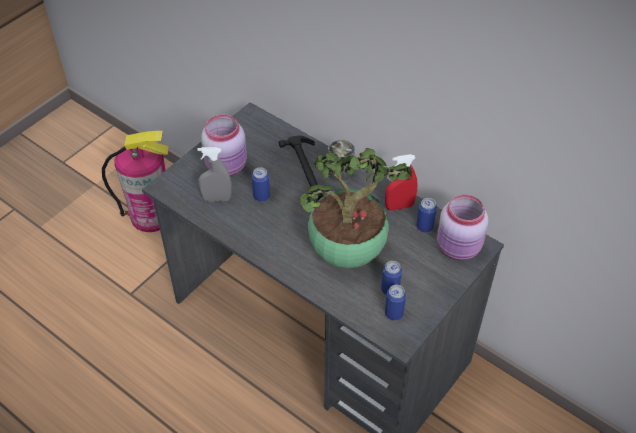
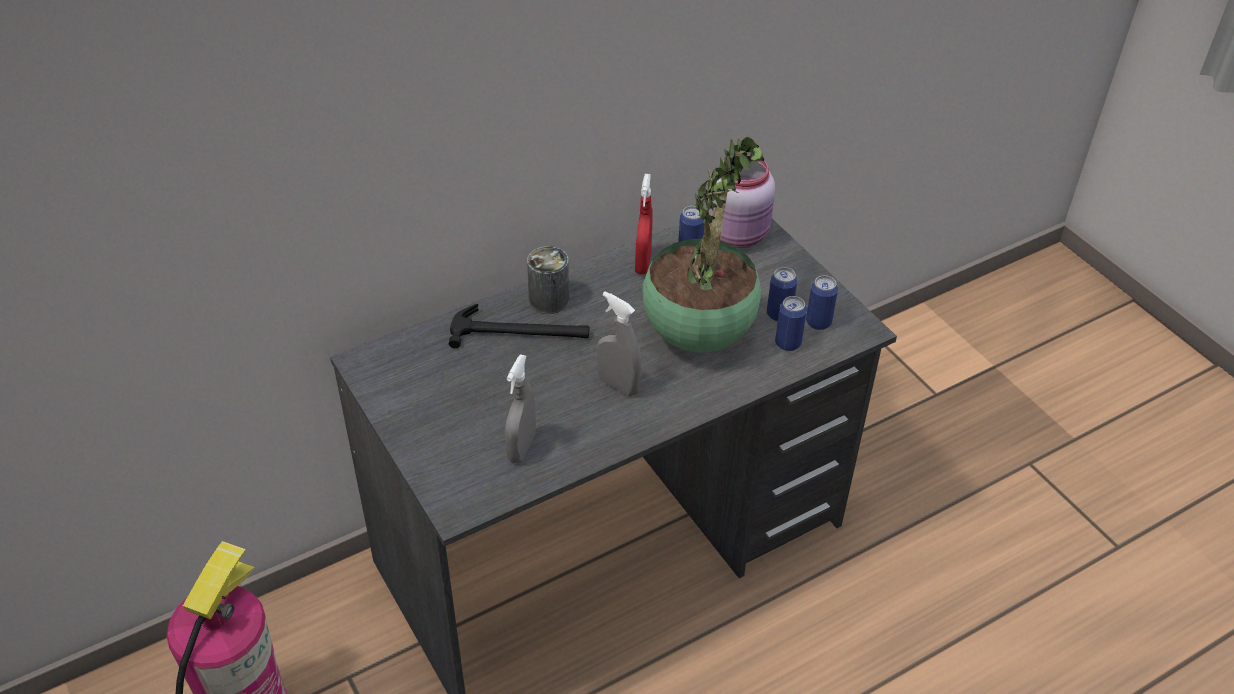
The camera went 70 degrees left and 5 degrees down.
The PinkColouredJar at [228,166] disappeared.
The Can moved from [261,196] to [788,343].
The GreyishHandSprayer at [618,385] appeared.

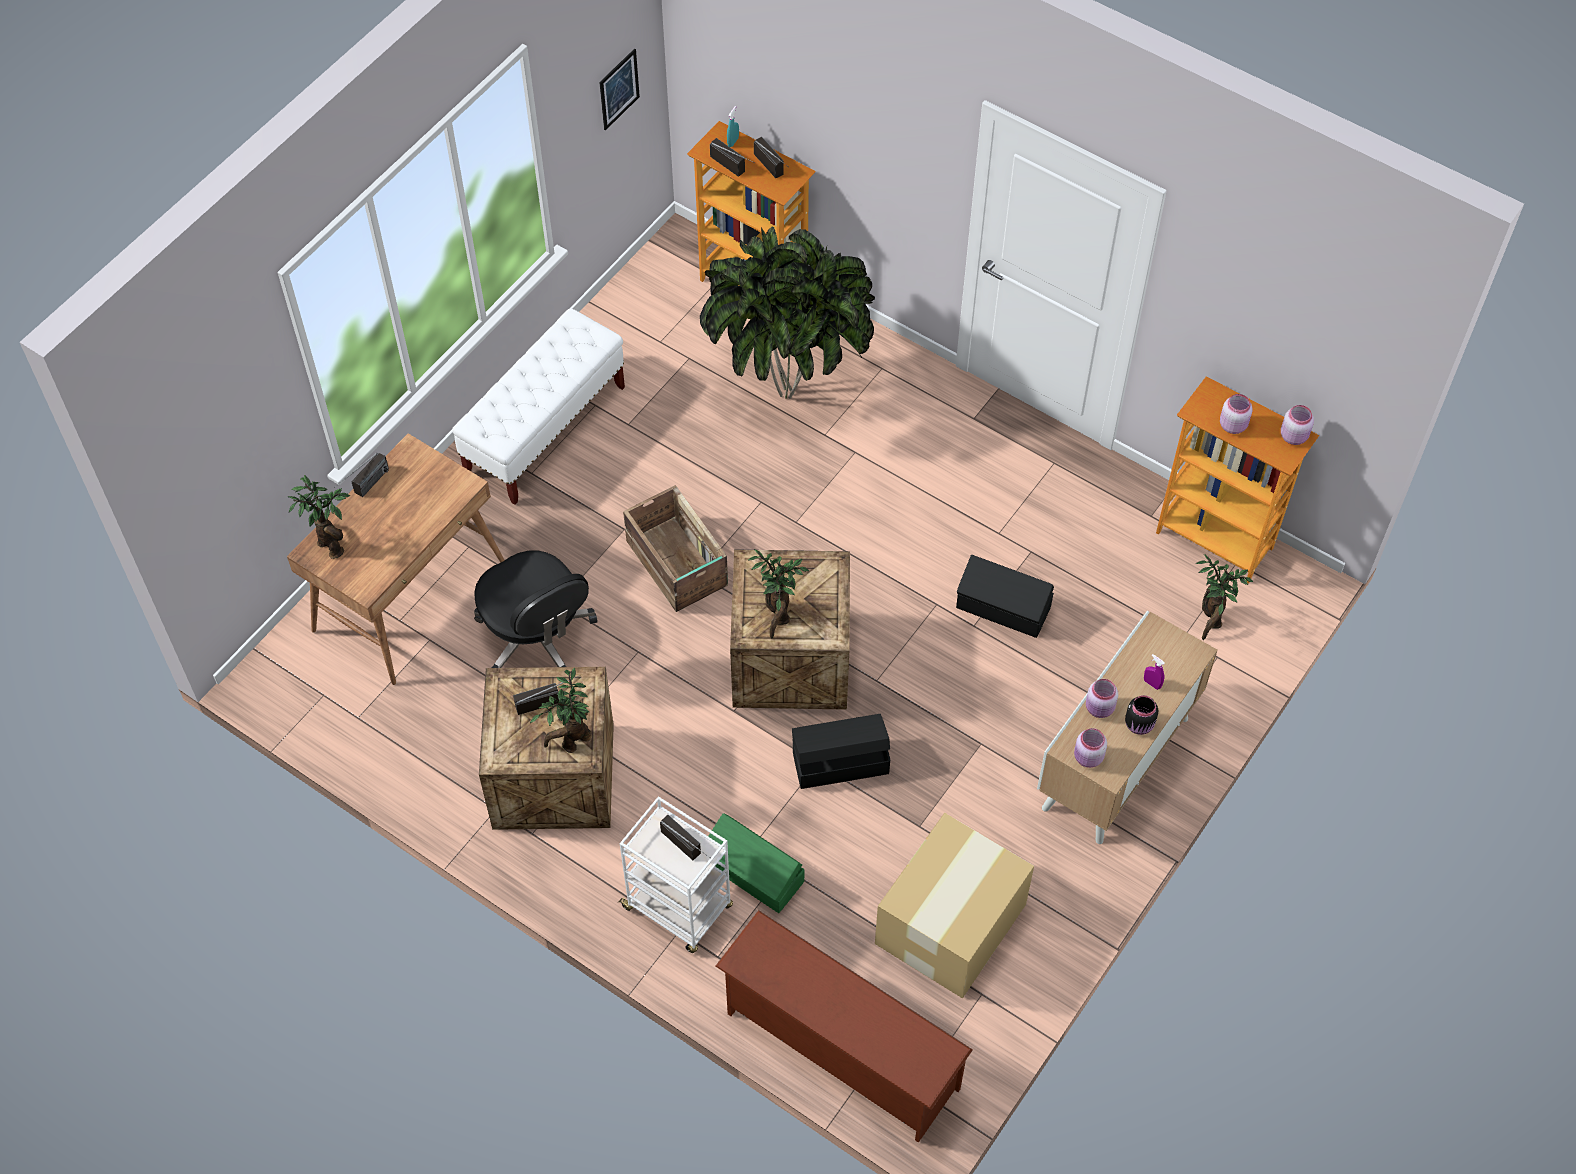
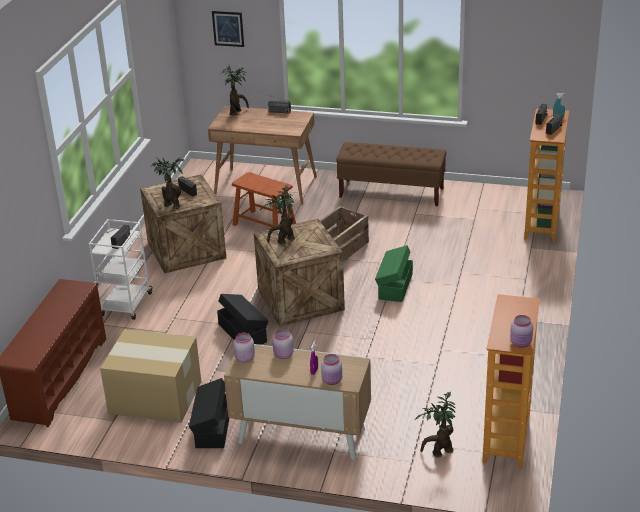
The camera went 70 degrees right and 25 degrees down.
The WhiteColouredLongSeat at [545,430] became the BrownColouredLongSeat at [391,193].
The BlackishComputerChair at [537,638] was replaced by the BrownColouredStool at [264,224].
The Picture moved from [619,89] to [228,28].
The Houseplant at [788,396] disappeared.
The GreenColouredStorageBin moved from [754,874] to [394,286].
The BlackishStorageBin moved from [1003,609] to [212,428].
The BlackishJar at [1140,725] disappeared.
The PinkColouredJar moved from [1233,425] to [332,380].

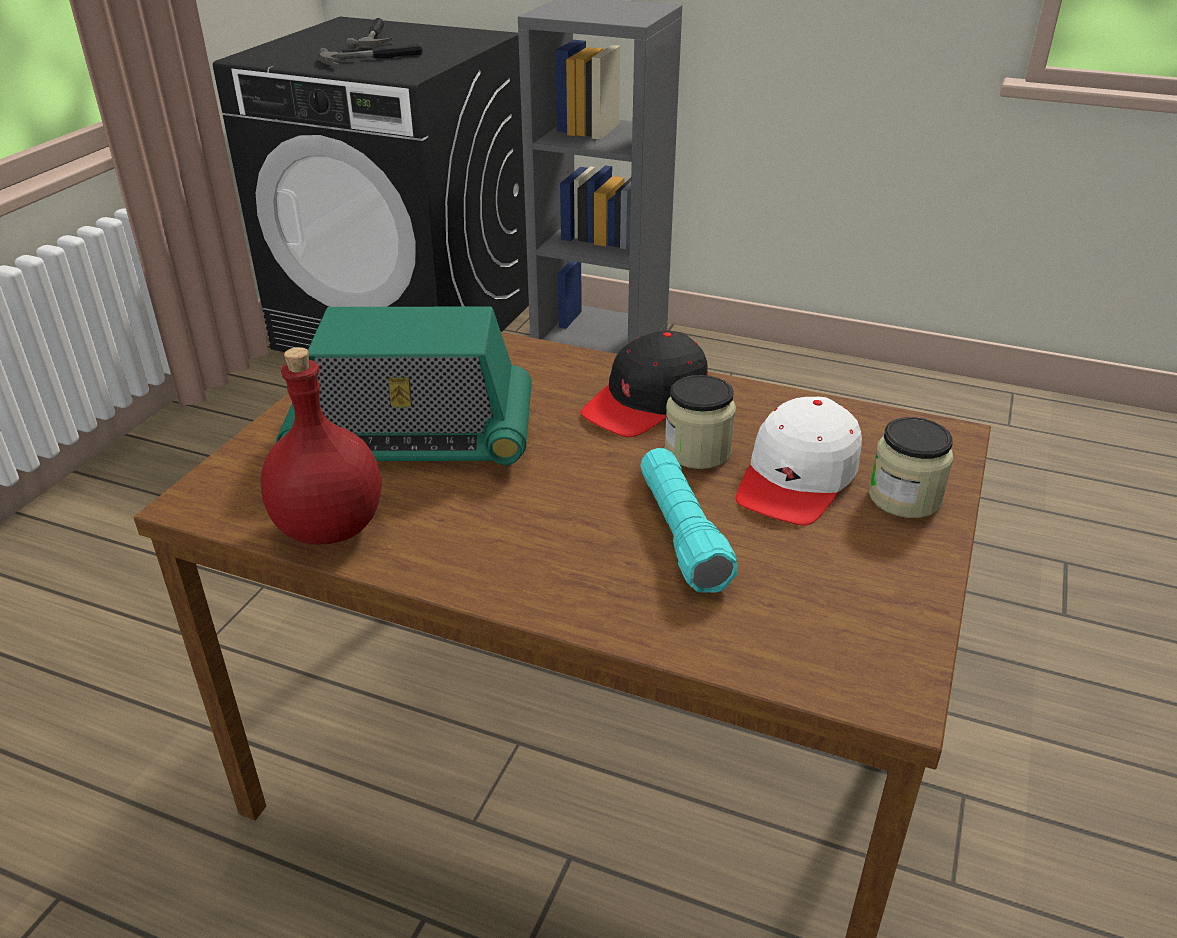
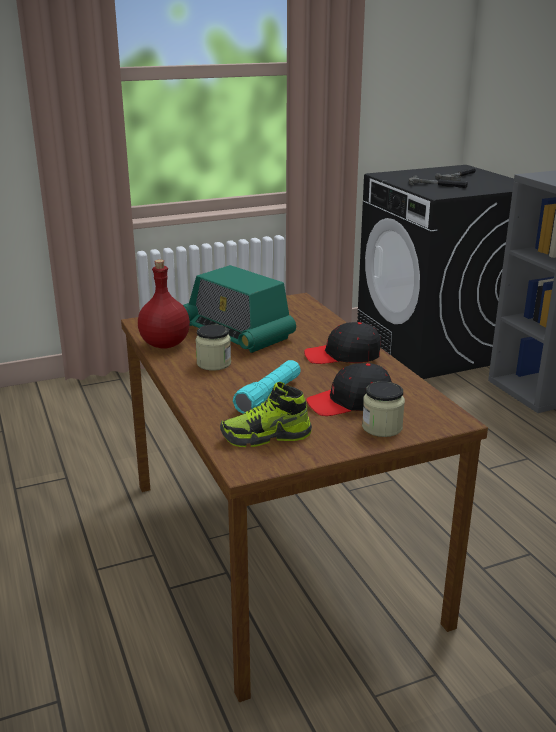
The camera went 45 degrees right and 10 degrees down.
The Jar moved from [697,451] to [214,363].
The WhiteColouredCap at [797,479] became the BlackishCap at [350,402].
The ItemOfFootwear at [266,437] appeared.

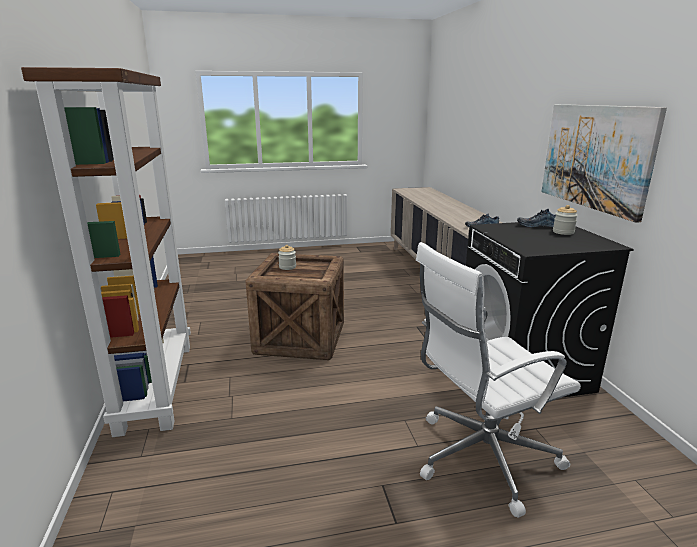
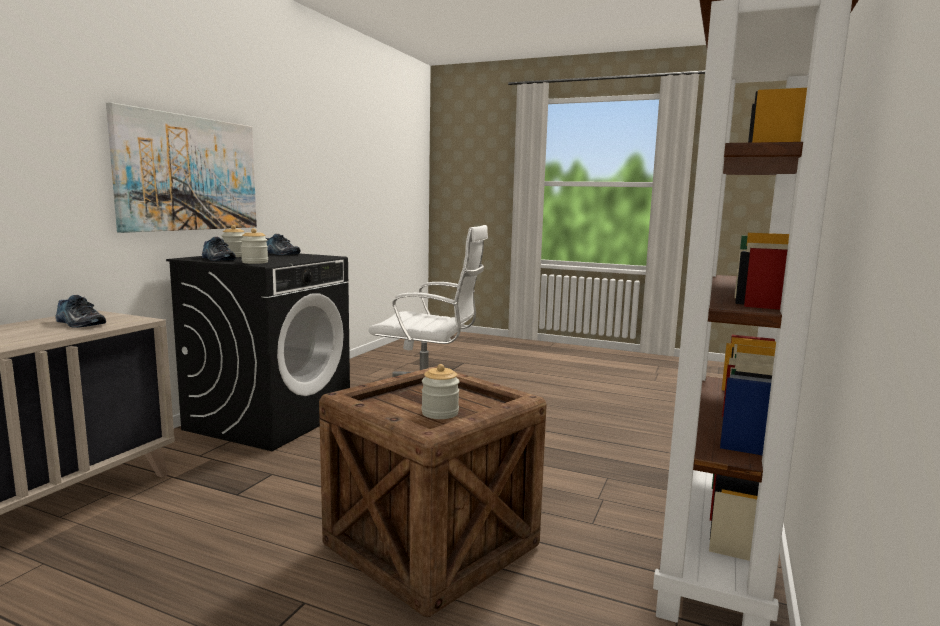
The camera went 145 degrees left and 10 degrees down.
The Jar at [255,262] appeared.
The ItemOfFootwear at [279,254] appeared.

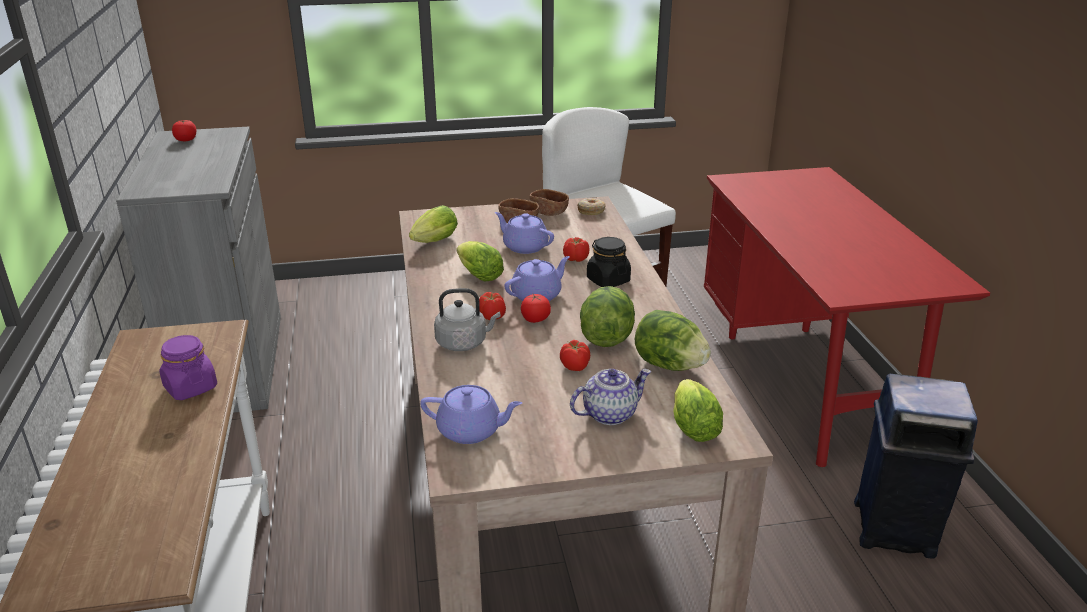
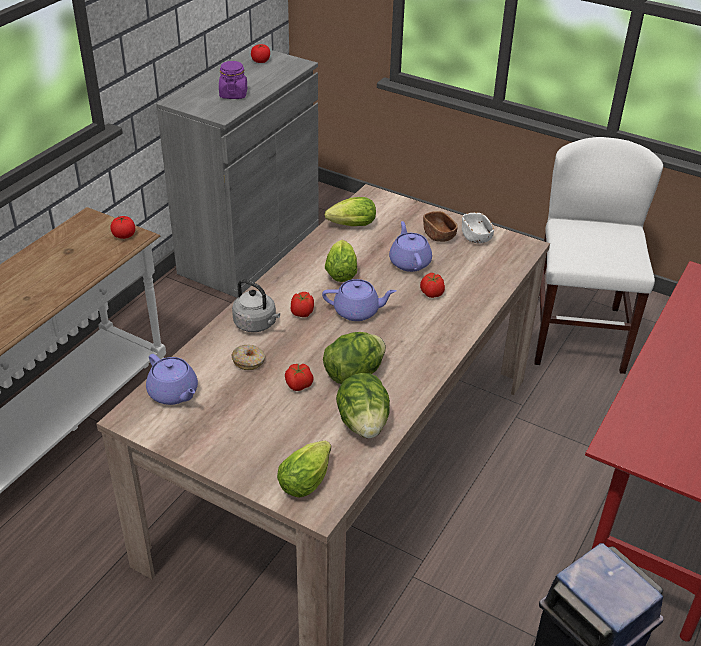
The camera went 40 degrees right and 10 degrees up.
The PurpleJar moved from [190,387] to [233,94].
The WholeTomato moved from [535,319] to [124,236].
The BrownColouredBowl at [549,212] became the WhiteColouredBowl at [476,237].
The Teapot at [609,413] disappeared.
The Doughnut moved from [591,211] to [249,361].
The BlackishJar at [608,280] disappeared.

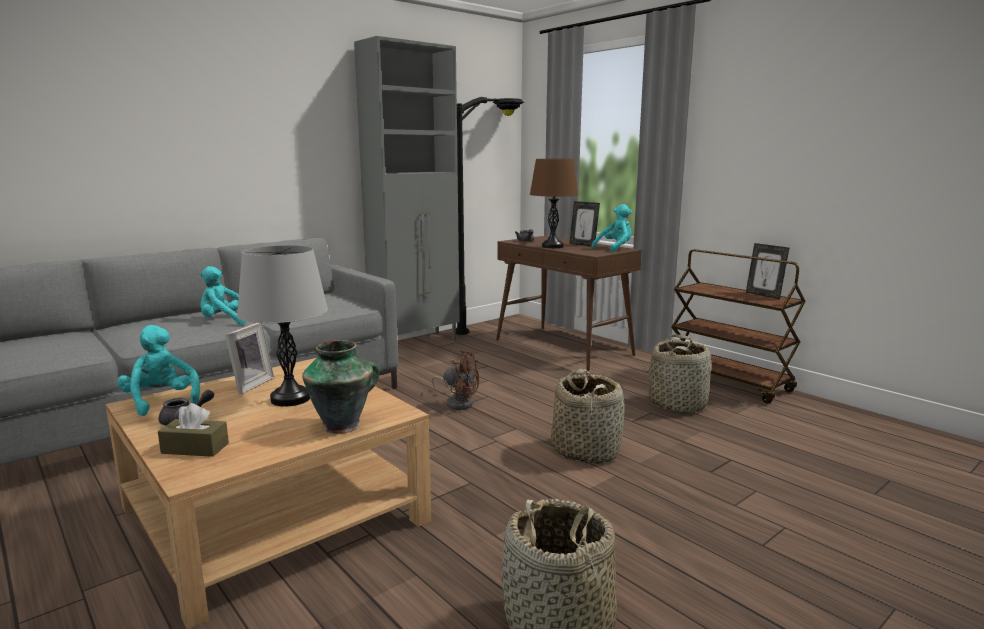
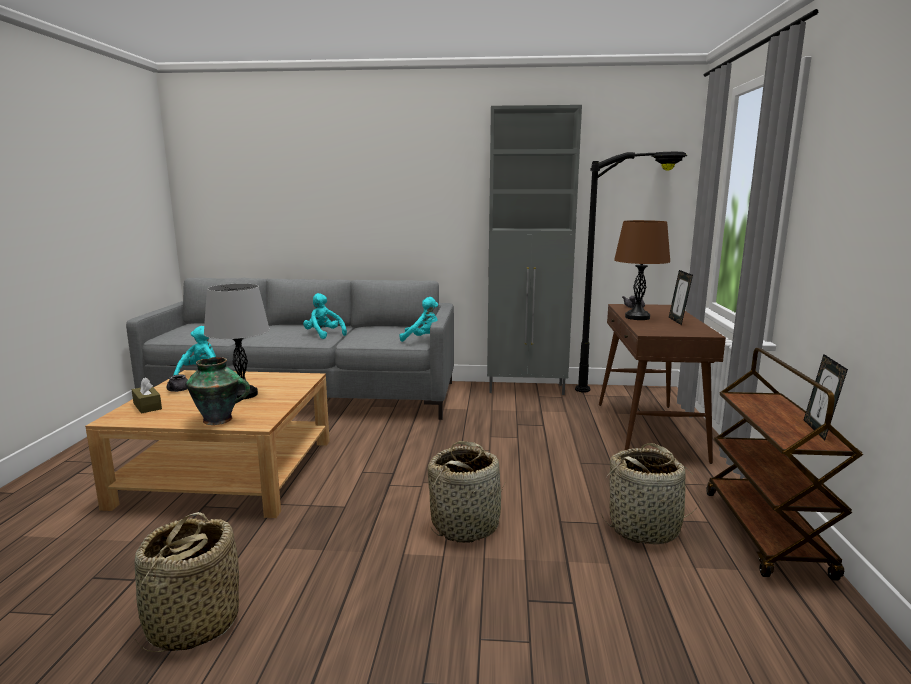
The camera went 45 degrees right and 0 degrees up.
The PhotoFrame at [249,384] disappeared.
The BrownColouredElectricFan at [458,402] disappeared.
The TurquoiseColouredSoftToy moved from [615,249] to [422,339].

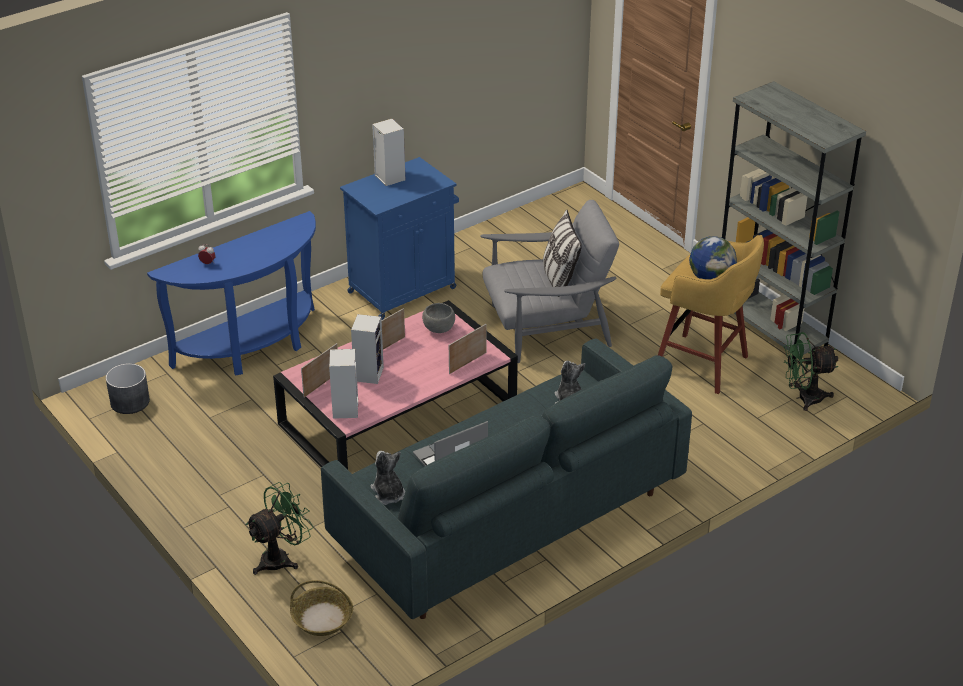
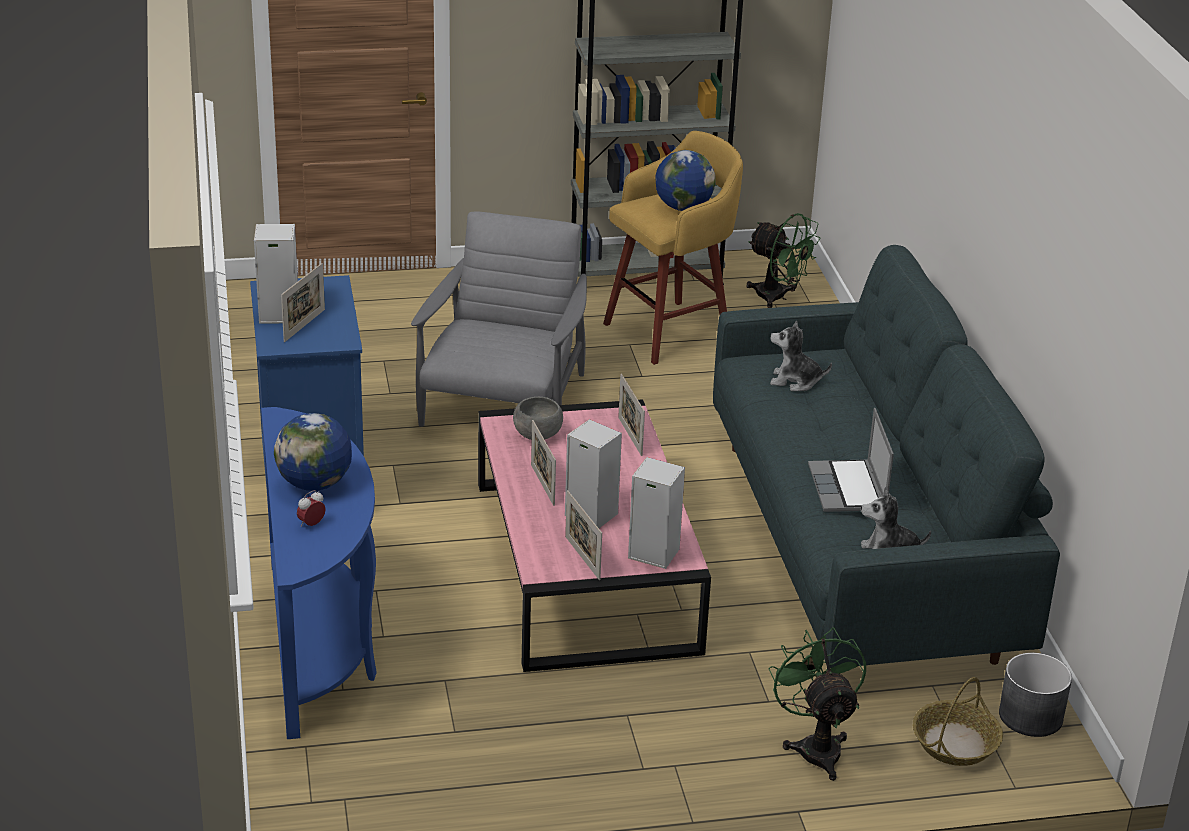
The camera went 65 degrees left and 5 degrees down.
The GreyishPlanter moved from [130,402] to [1031,716].
The Pillow at [559,279] disappeared.
The GreenColouredElectricFan at [803,398] turned 75 degrees counterclockwise.
The Globe at [314,484] appeared.
The PhotoFrame at [304,325] appeared.

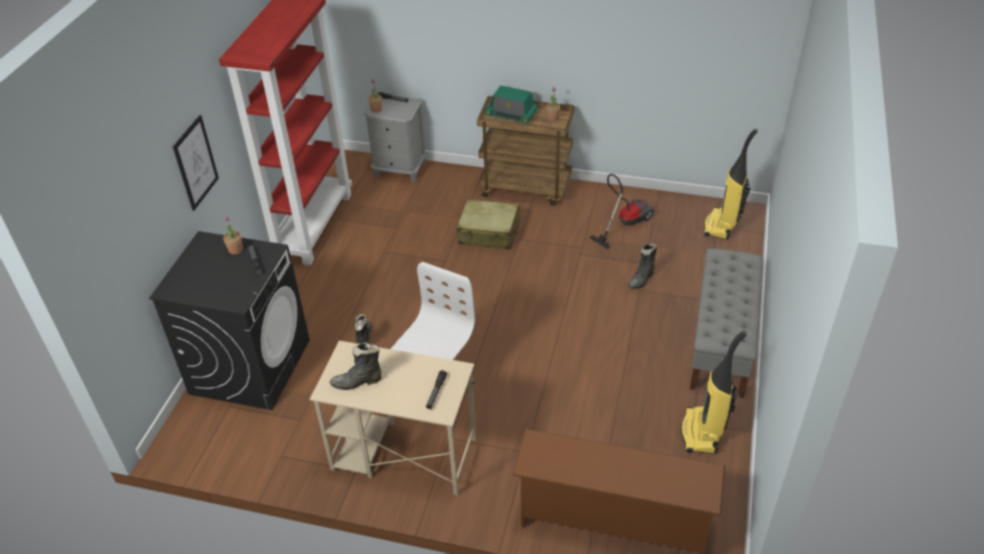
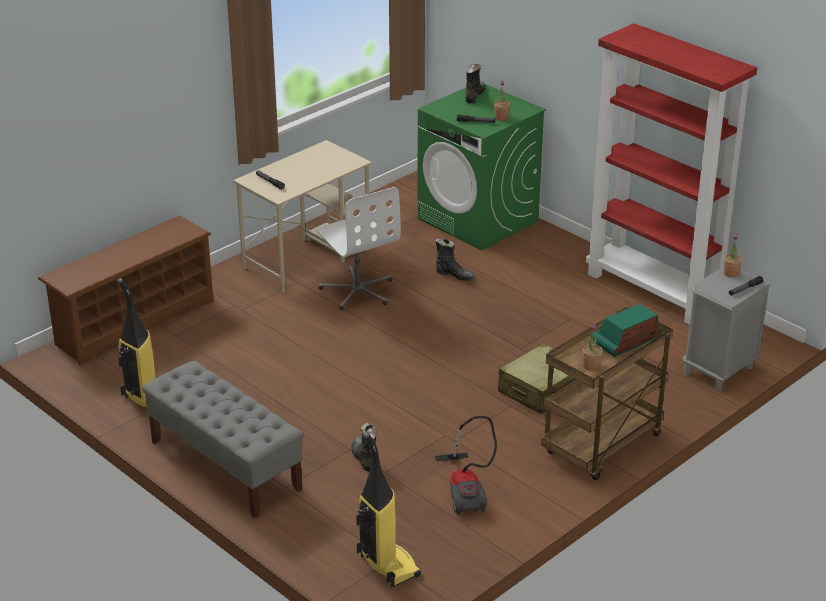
The camera went 120 degrees right and 10 degrees down.
The BlackishWashingMachine at [250,366] became the GreenColouredWashingMachine at [478,220].
The Picture at [195,163] disappeared.
The BlackishHighTopBoot moved from [358,382] to [474,96].

